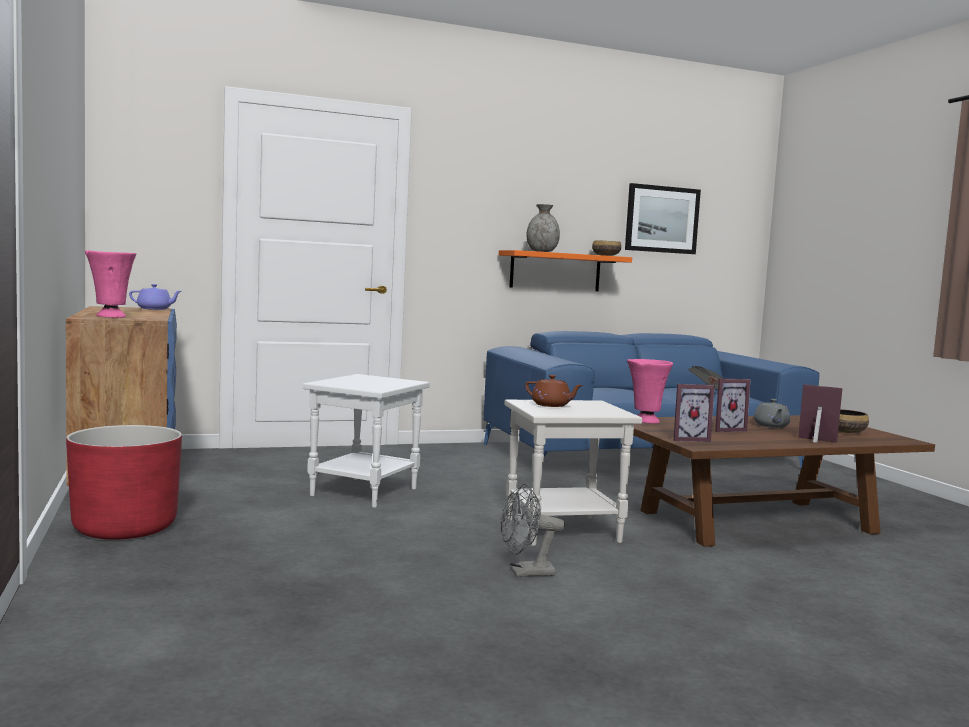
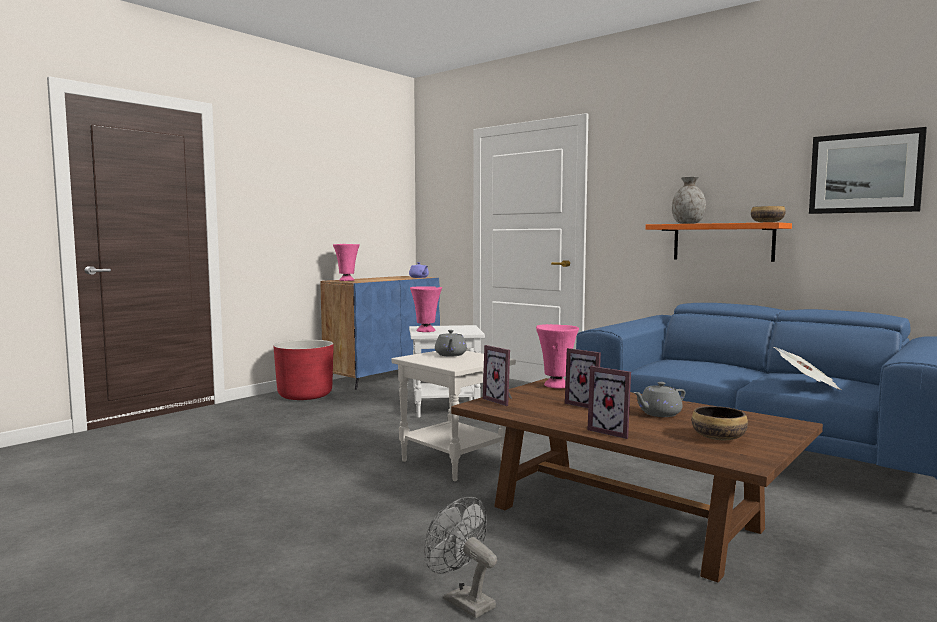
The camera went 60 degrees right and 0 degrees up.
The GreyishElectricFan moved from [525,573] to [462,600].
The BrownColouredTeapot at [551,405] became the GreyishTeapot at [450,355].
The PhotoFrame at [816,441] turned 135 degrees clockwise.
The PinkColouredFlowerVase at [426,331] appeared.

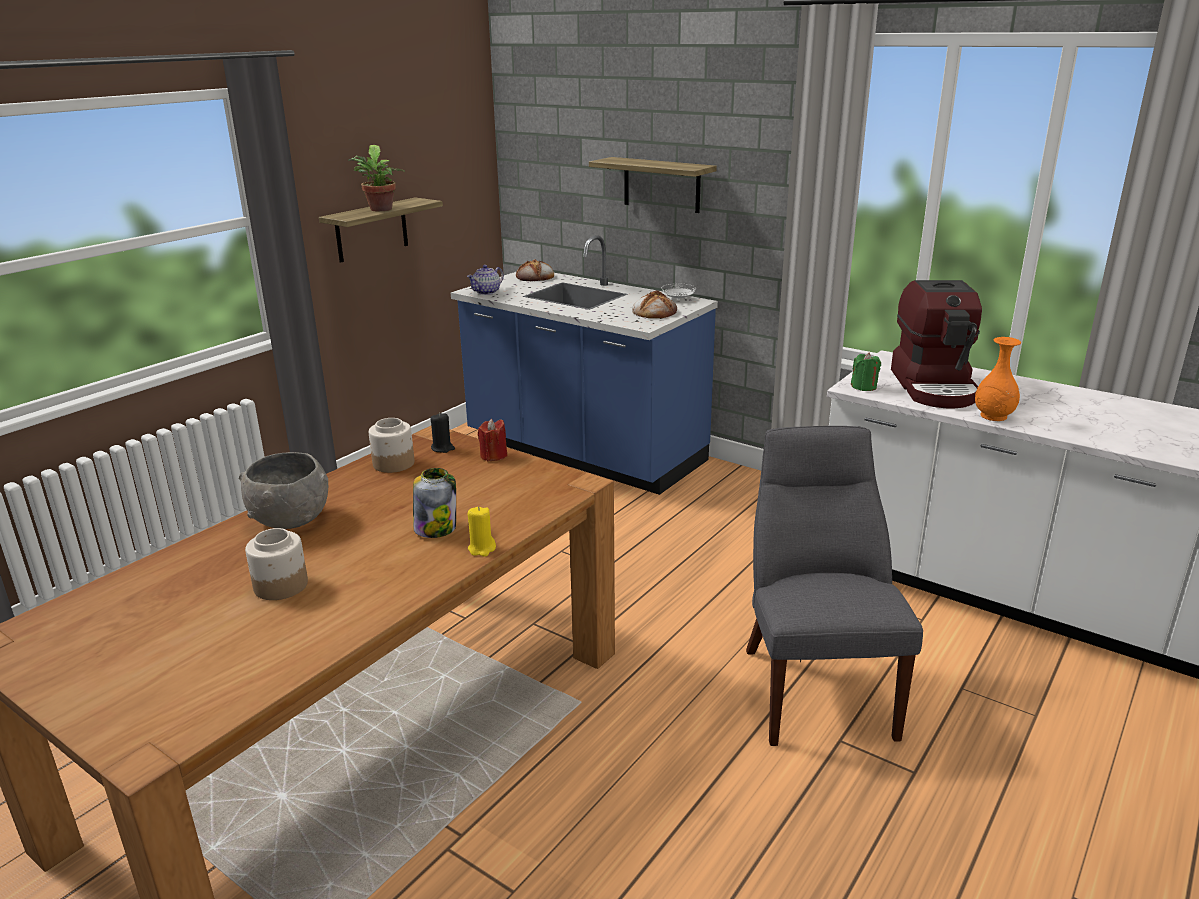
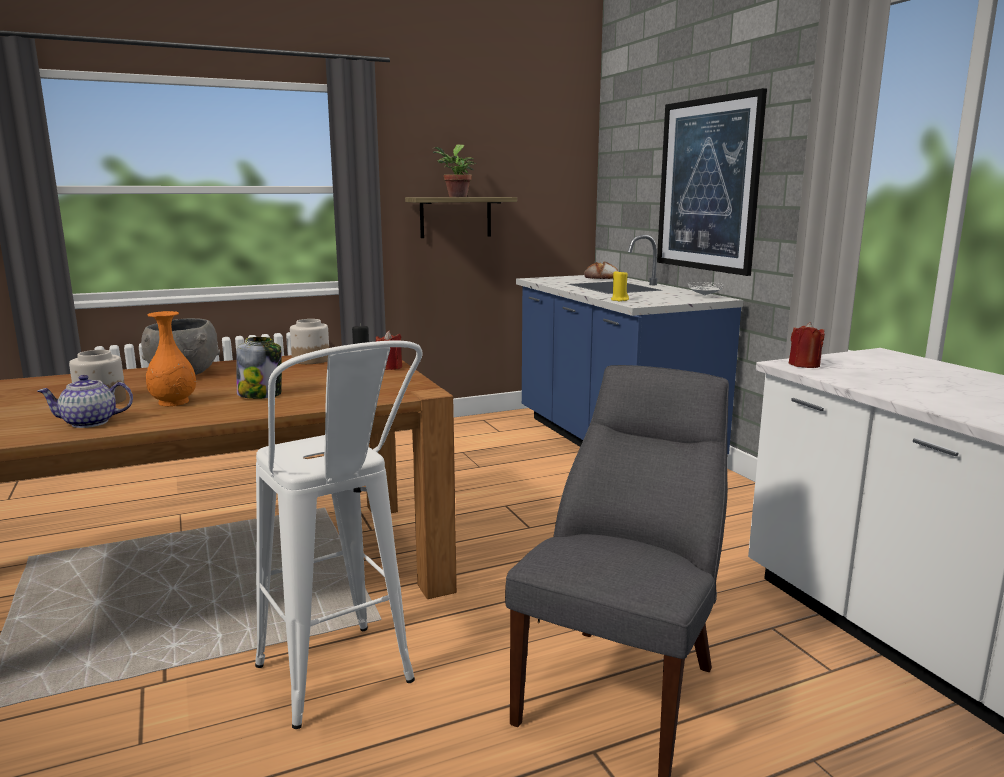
The camera went 30 degrees right and 10 degrees down.
The Teapot moved from [487,292] to [90,423].
The YellowCandle moved from [482,549] to [619,300].
The Shelf at [661,185] was replaced by the Picture at [707,185].
The Bread at [654,312] disappeared.
The GreenColouredCandle at [864,387] became the RedColouredCandle at [804,365].
The CoffeeMaker at [935,387] disappeared.
The OrangeColouredFlowerVase moved from [993,416] to [173,402].
The WhiteColouredStool at [344,687] appeared.

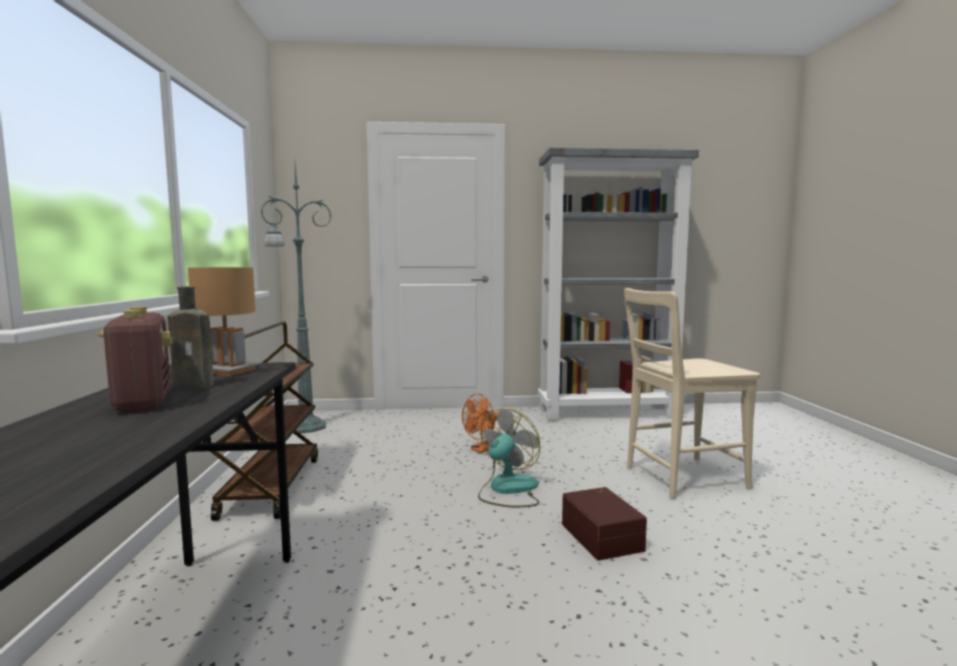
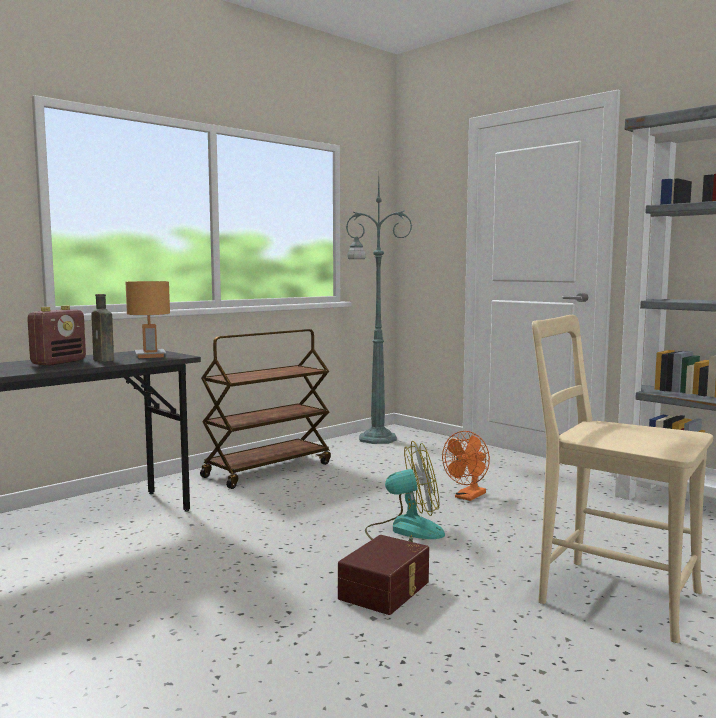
The camera went 50 degrees right and 0 degrees up.
The OrangeColouredElectricFan at [482,450] turned 60 degrees counterclockwise.

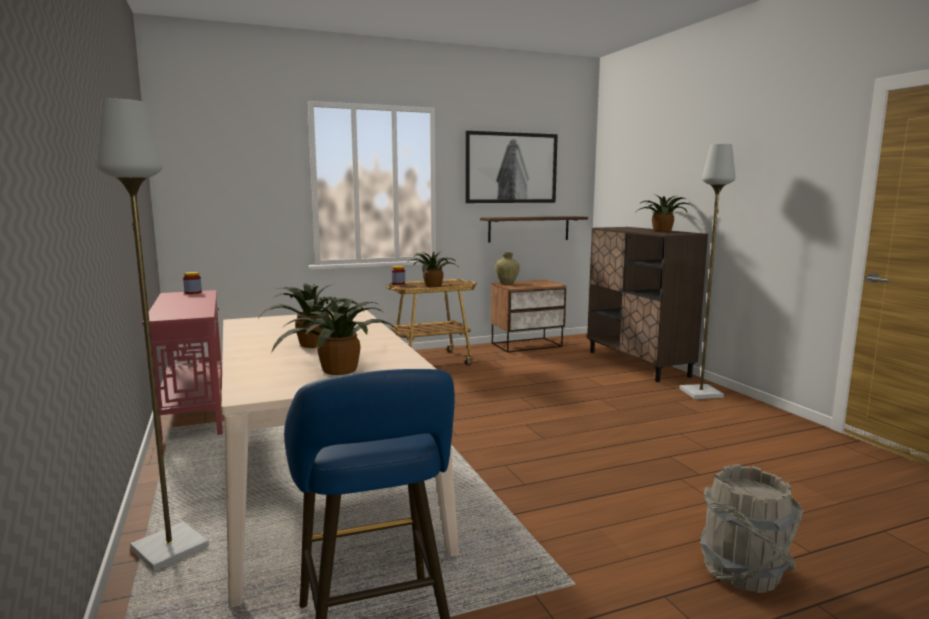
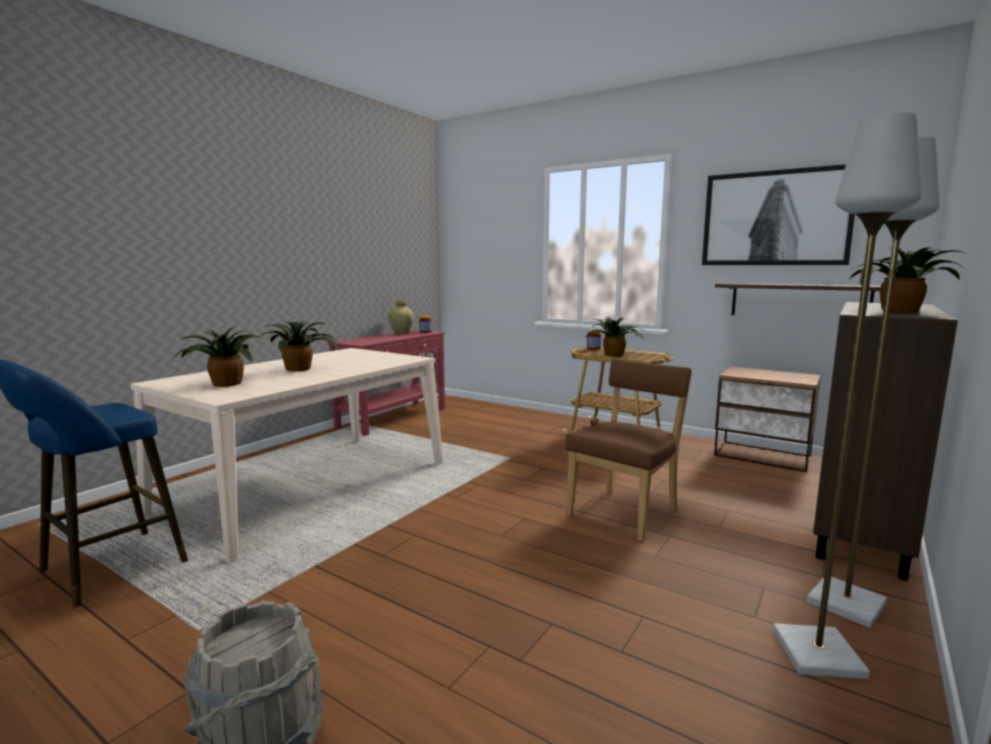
The camera went 55 degrees right and 0 degrees up.
The GreyishFloorLamp moved from [168,549] to [815,652].
The BeigeFlowerVase moved from [507,283] to [401,333].
The BrownColouredUprightChair at [625,511] appeared.

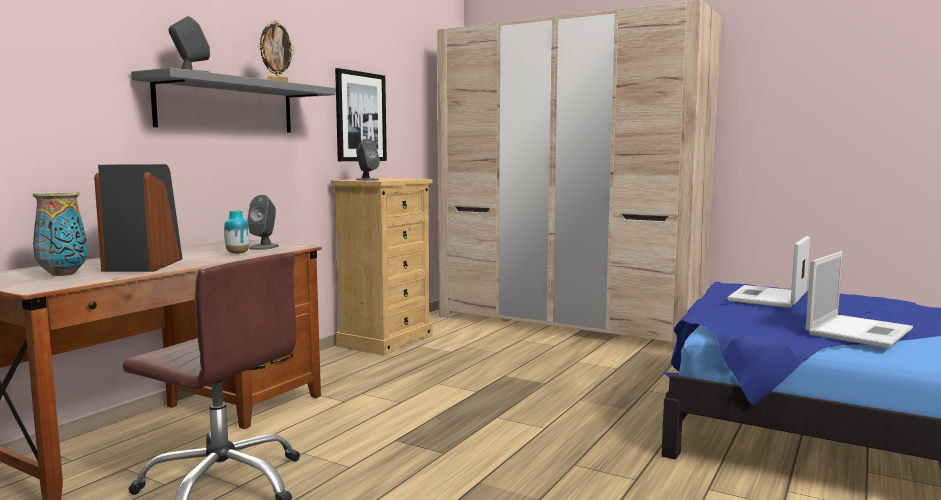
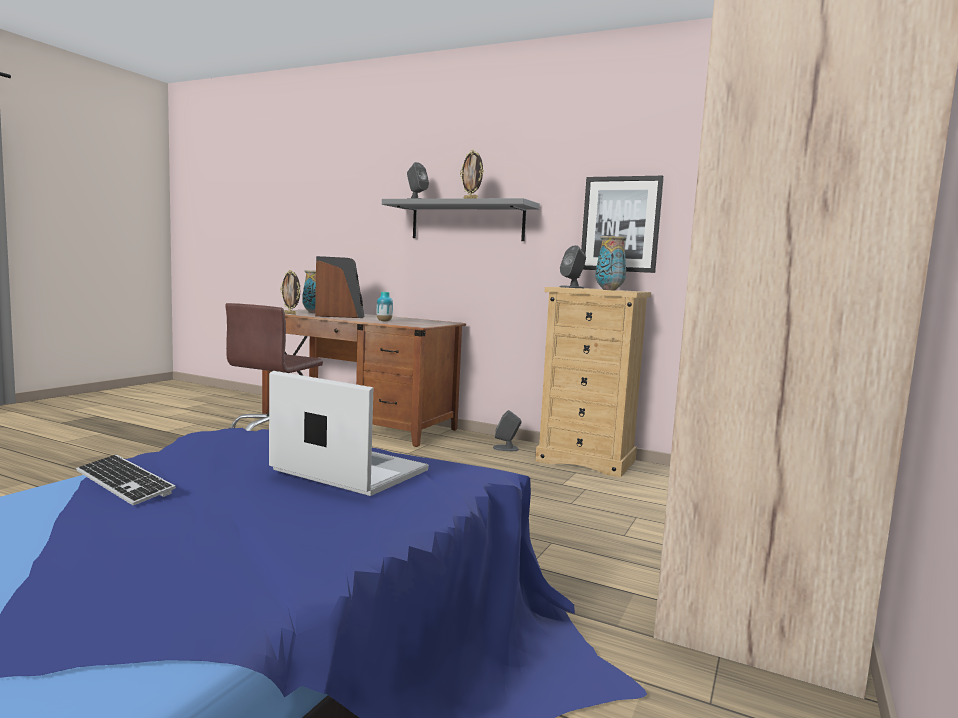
The camera went 85 degrees right and 0 degrees up.
The GreyishLoudspeaker moved from [264,247] to [506,448].
The NotebookComputer at [859,331] was replaced by the PcKeyboard at [123,482].
The PhotoFrame at [290,314] appeared.
The FlowerVase at [609,290] appeared.

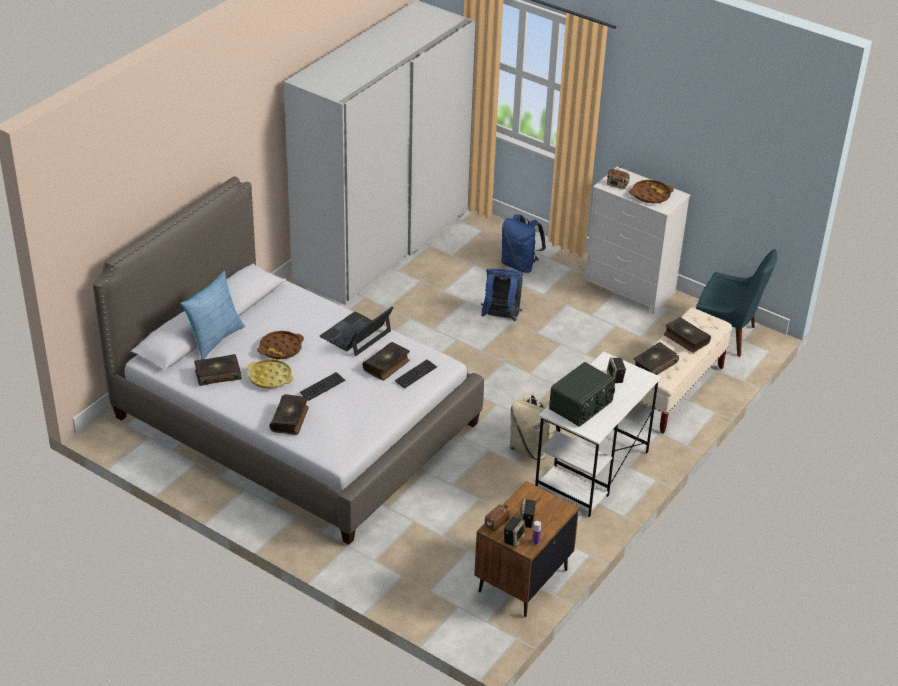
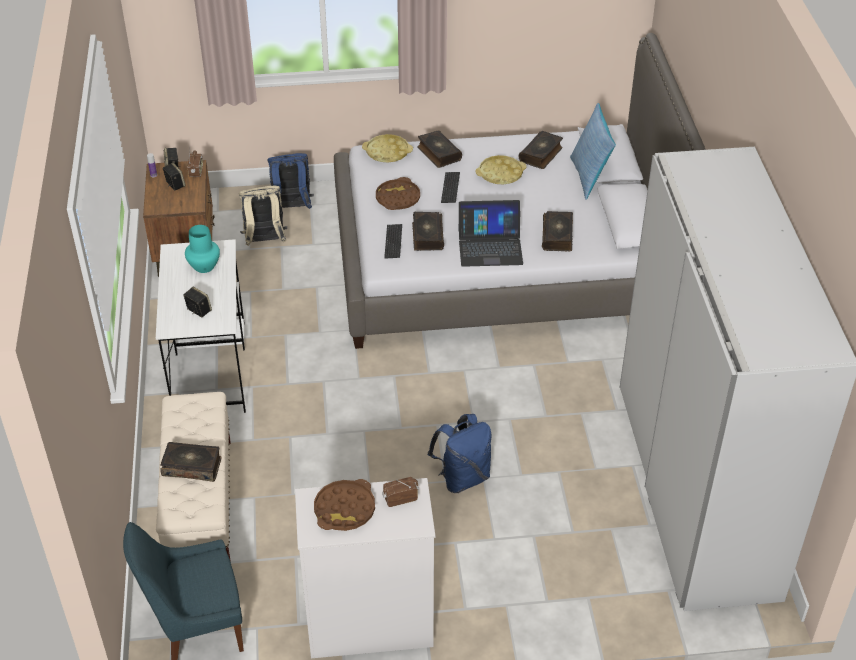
The camera went 140 degrees right and 5 degrees up.
The BrownColouredCarryingTray moved from [280,348] to [397,198].
The NotebookComputer at [356,334] turned 90 degrees clockwise.
The BlueRucksack moved from [520,265] to [291,208].
The BeigeRucksack moved from [531,449] to [265,241].
The RadioReceiver at [581,406] was replaced by the TurquoiseColouredFlowerVase at [204,266].
The BoundBook moved from [654,365] to [557,236].
The YellowCarryingTray at [387,152] appeared.

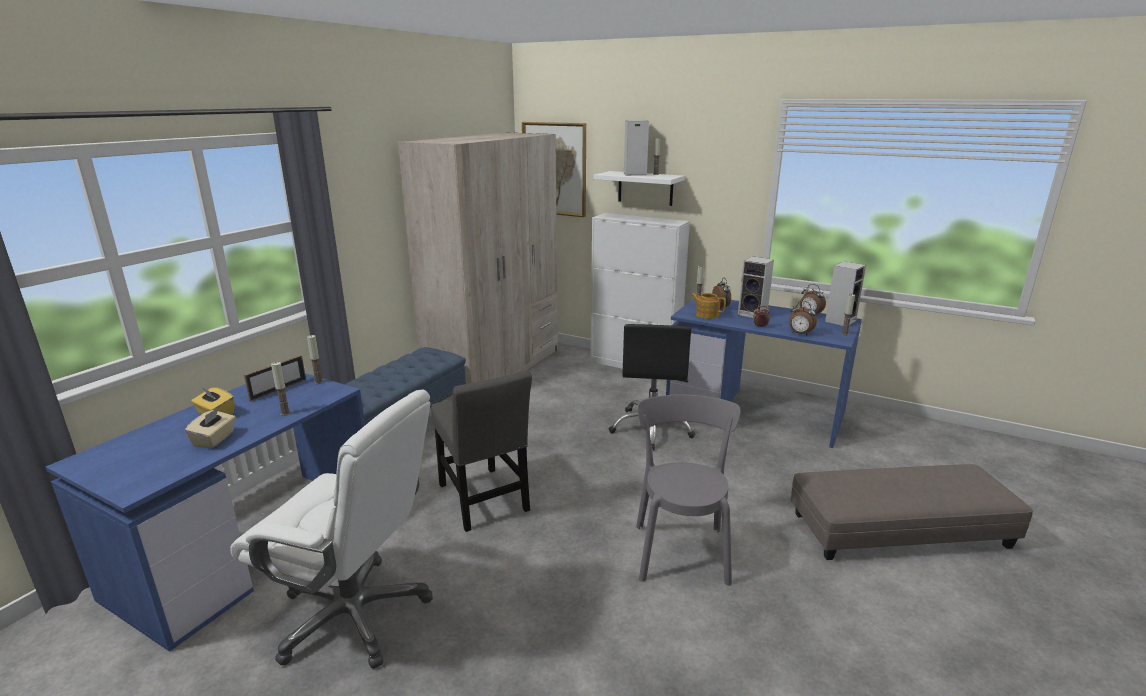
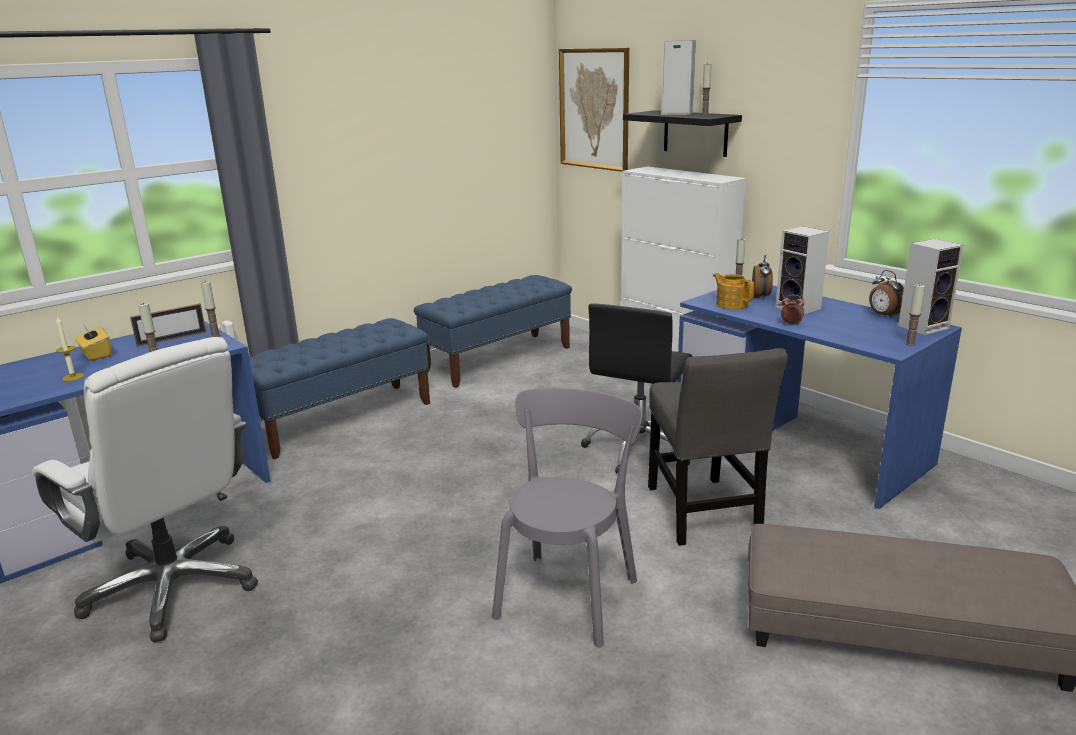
The camera went 20 degrees right and 0 degrees up.
The BeigeTissueHolder at [215,439] was replaced by the Candle at [73,377].
The BeigeArmoire at [496,370] was replaced by the BlueLongSeat at [498,359].
The GreyishUprightChair moved from [484,501] to [703,514].
The WhiteColouredShelf at [645,188] became the BlackishShelf at [695,133].
The TableClock at [800,334] disappeared.

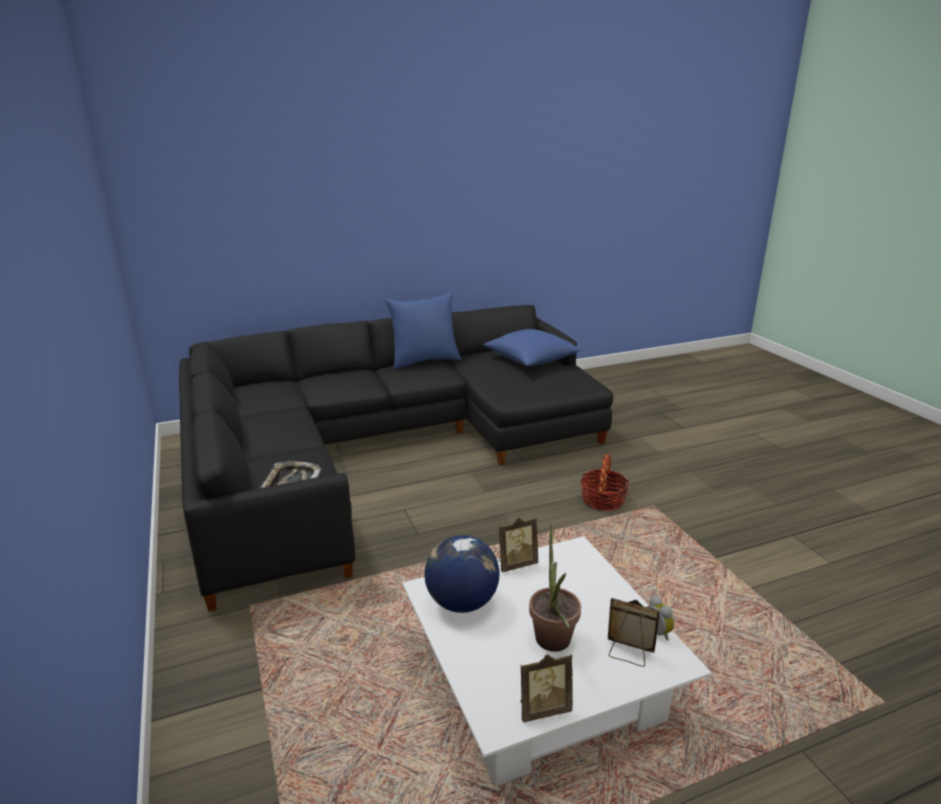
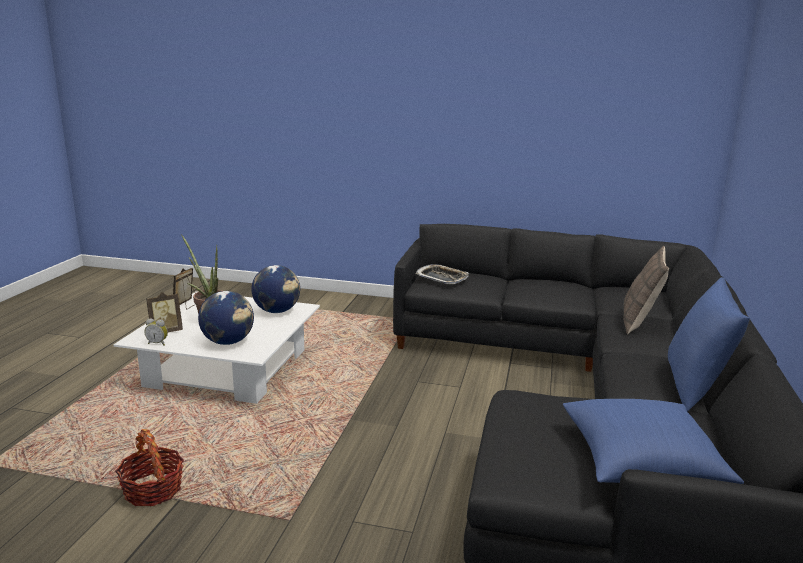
The camera went 125 degrees right and 5 degrees down.
The PhotoFrame at [516,564] disappeared.
The StorageBasket moved from [602,500] to [153,490].
The Globe at [228,342] appeared.
The Pillow at [640,322] appeared.

